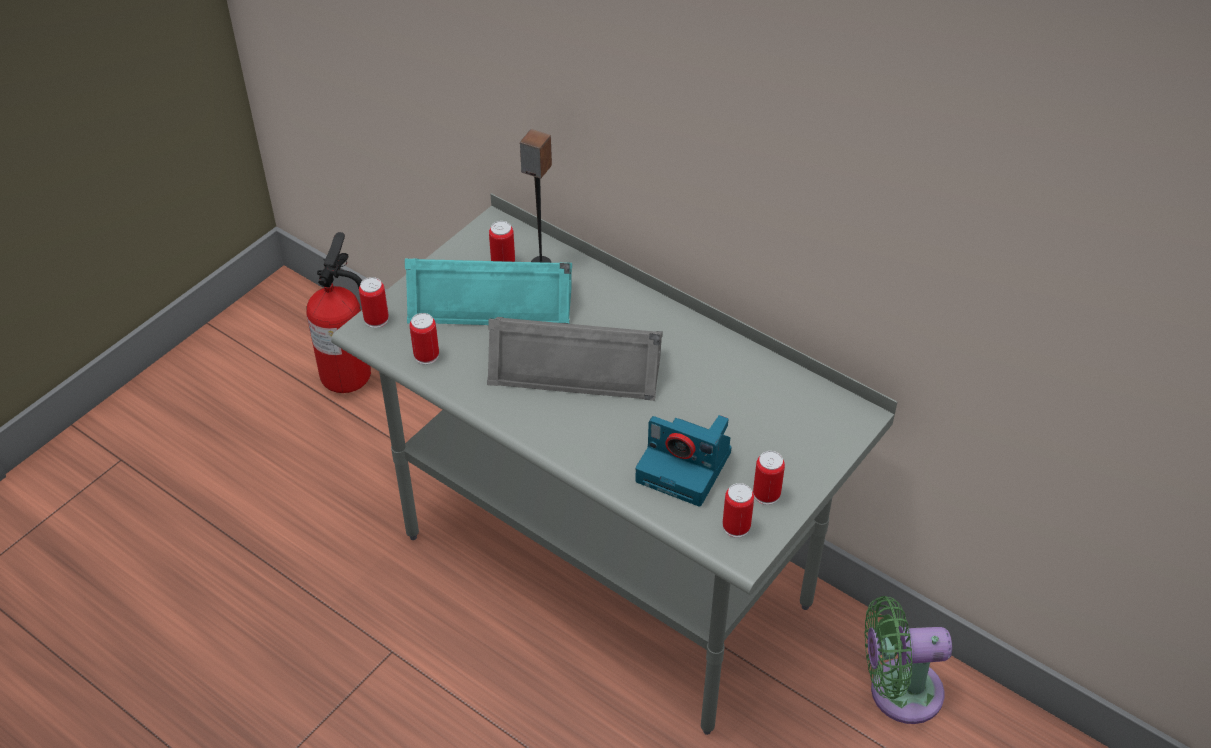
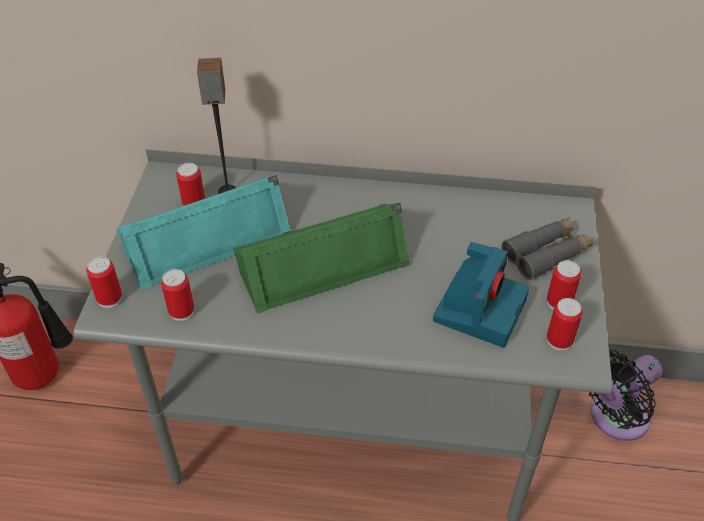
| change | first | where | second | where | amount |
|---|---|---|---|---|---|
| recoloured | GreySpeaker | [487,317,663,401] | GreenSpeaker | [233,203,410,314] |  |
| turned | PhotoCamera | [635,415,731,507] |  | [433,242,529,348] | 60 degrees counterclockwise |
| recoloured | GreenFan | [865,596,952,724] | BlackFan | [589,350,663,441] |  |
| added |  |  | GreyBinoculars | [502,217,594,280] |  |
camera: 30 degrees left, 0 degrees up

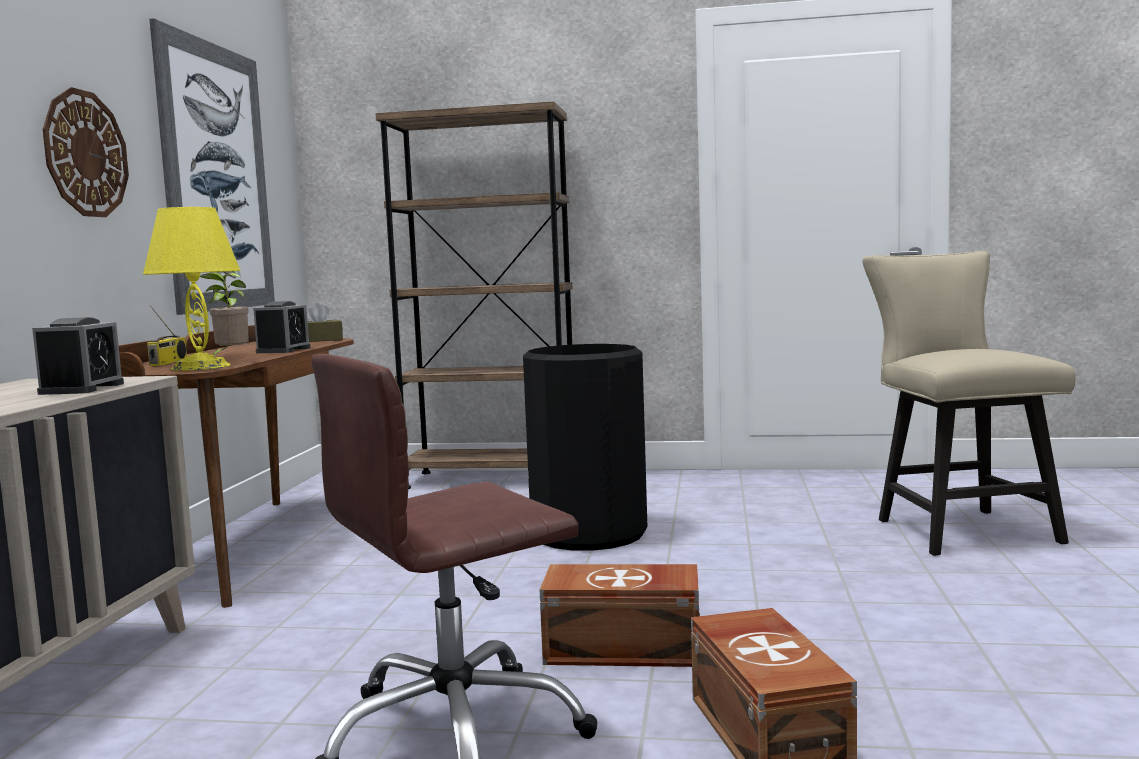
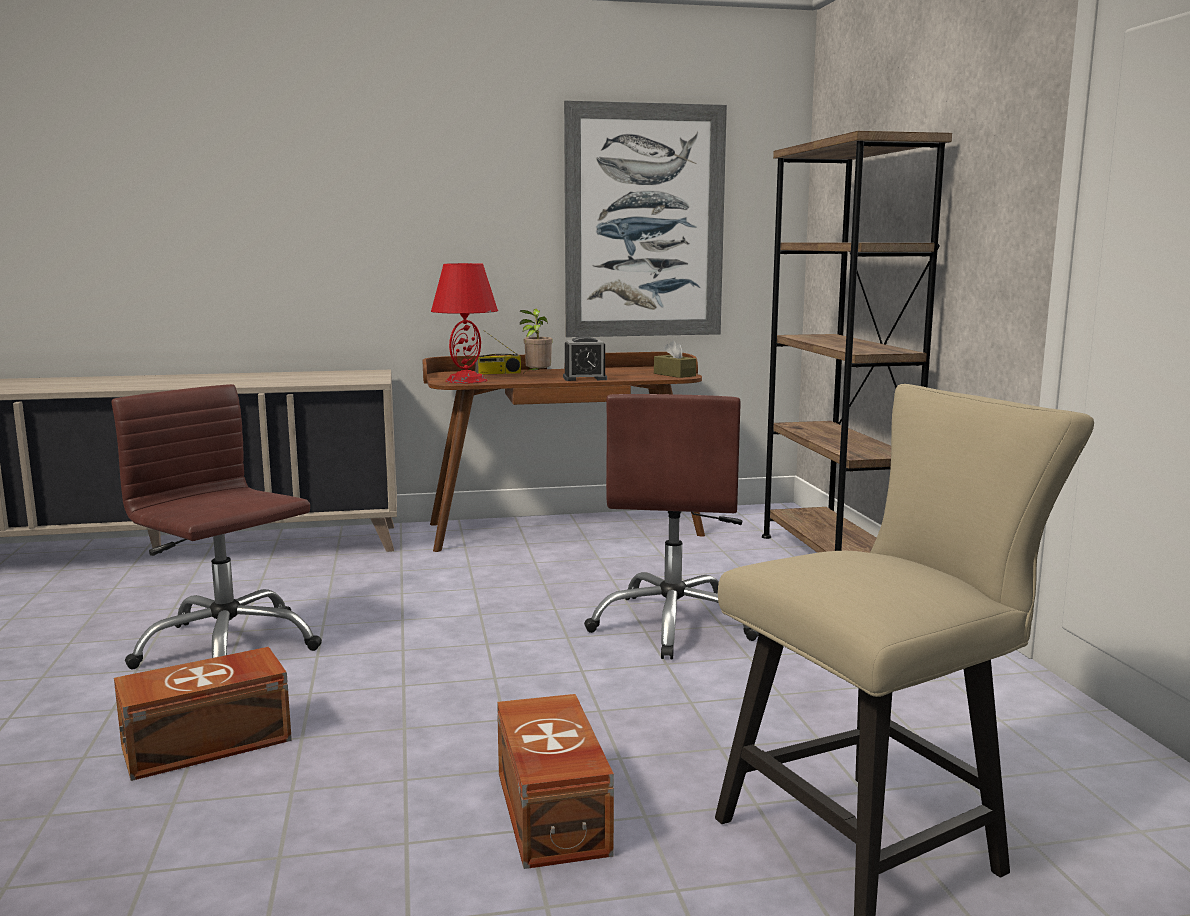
| change | first | where | second | where | amount |
|---|---|---|---|---|---|
| removed | AlarmClock | [32,317,124,395] |  |  |  |
| removed | WallClock | [43,87,129,217] |  |  |  |
| recoloured | YellowTableLamp | [143,207,241,371] | RedTableLamp | [431,263,498,384] |  |
| replaced | BlackTrashCan | [523,344,647,551] | BrownOfficeChair | [584,394,759,660] |  |
| moved | BrownStorageBox | [540,564,700,667] |  | [497,694,614,869] |  |
camera: 70 degrees right, 5 degrees up

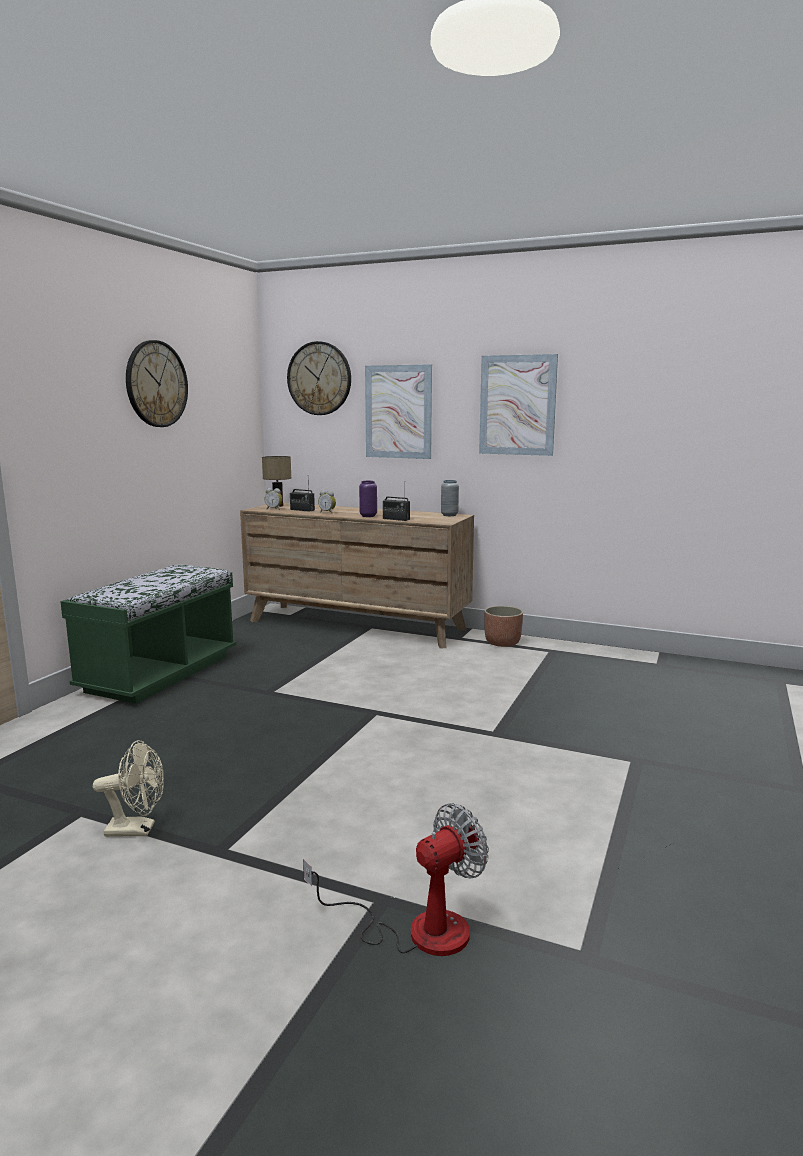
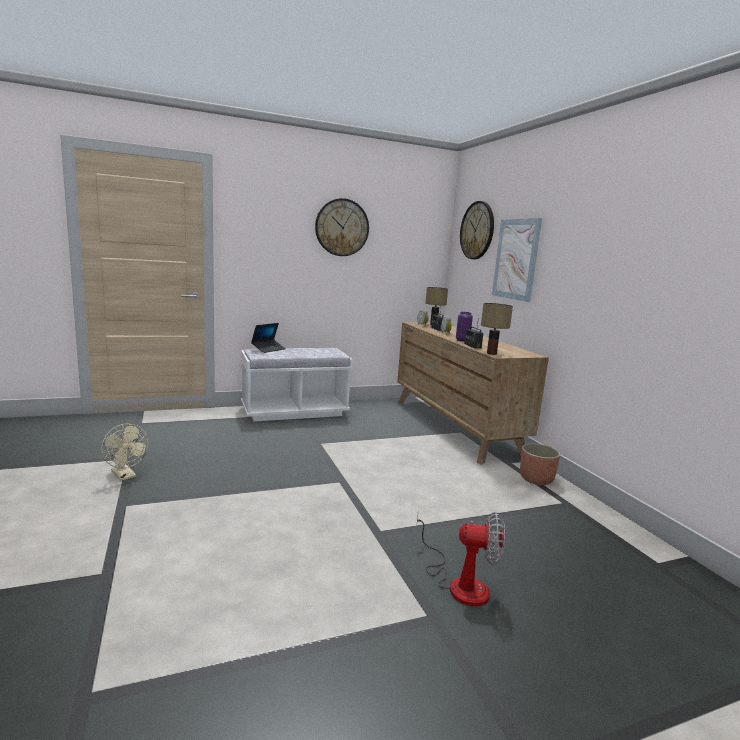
| change | first | where | second | where | amount |
|---|---|---|---|---|---|
| recoloured | GreenBench | [60,565,236,704] | WhiteBench | [241,348,353,421] |  |
| moved | Fan | [303,803,489,956] |  | [416,512,505,606] |  |
| removed | GreyVase | [441,480,459,516] |  |  |  |
| removed | Picture | [479,354,558,456] |  |  |  |
| added |  |  | Laptop | [251,323,286,353] |  |
| added |  |  | TableLamp | [481,303,513,355] |  |
camera: 45 degrees right, 0 degrees up

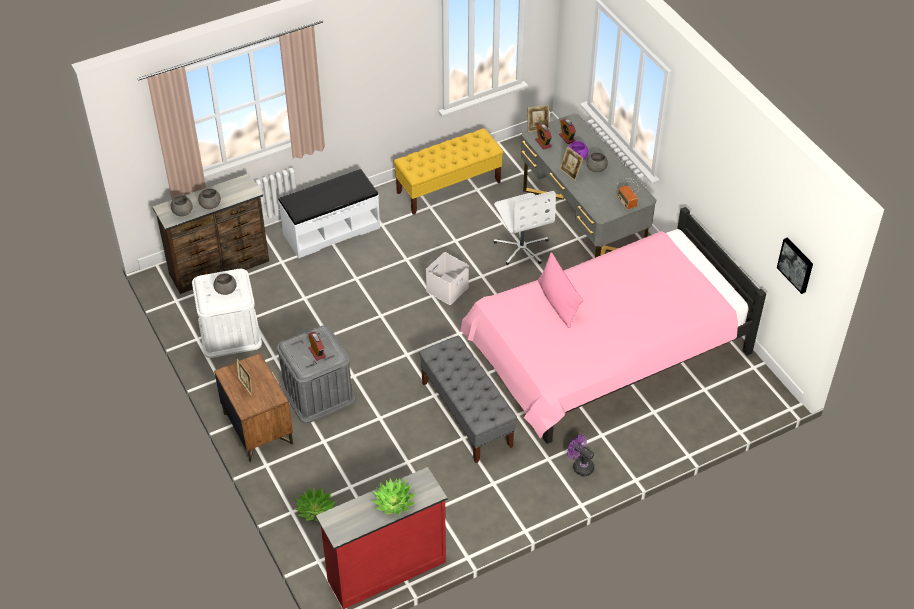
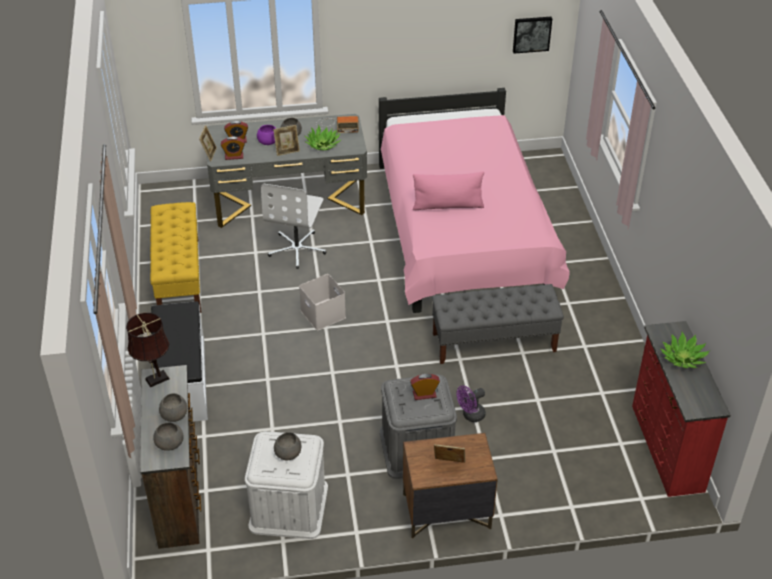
| change | first | where | second | where | amount |
|---|---|---|---|---|---|
| moved | PottedPlant | [295,487,336,522] |  | [305,125,342,150] |  |
| turned | WhiteOfficeChair | [494,191,556,265] |  | [261,184,326,269] | 105 degrees clockwise |
| moved | PurpleFan | [567,435,594,476] |  | [457,385,486,422] |  |
| added |  |  | BrownTableLamp | [126,313,169,387] |  |
camera: 70 degrees left, 5 degrees down

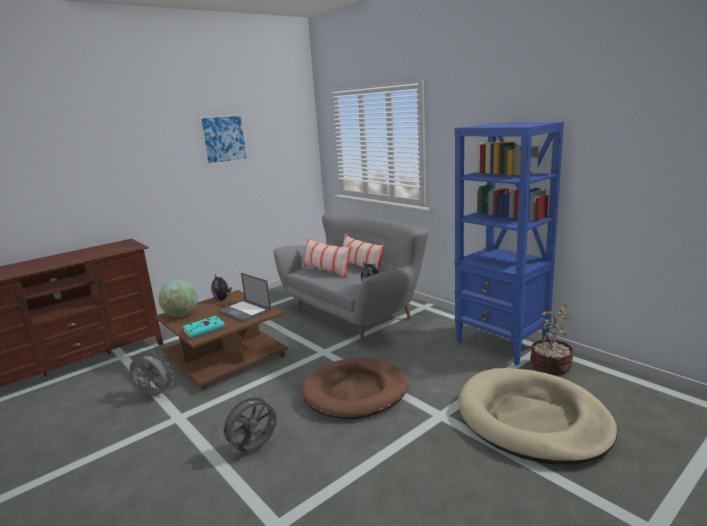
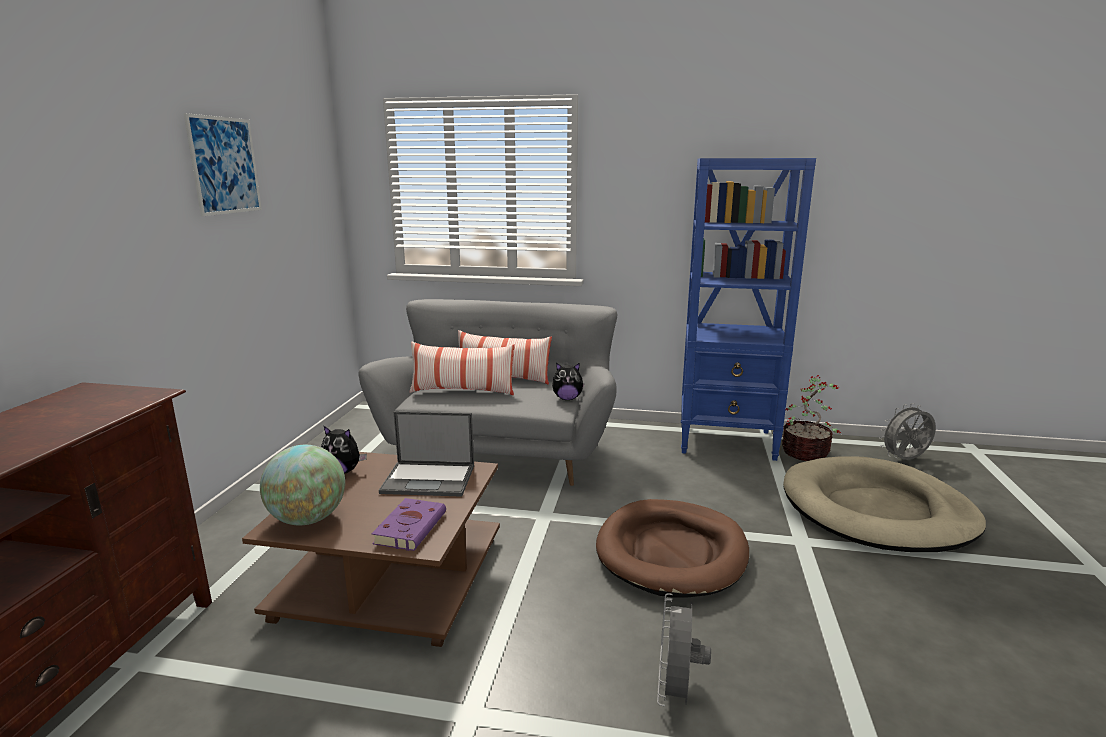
| change | first | where | second | where | amount |
|---|---|---|---|---|---|
| moved | GreyFan | [130,350,174,396] |  | [879,403,936,460] |  |
| recoloured | TurquoiseBook | [183,316,228,338] | PurpleBook | [371,498,446,551] |  |
camera: 40 degrees left, 0 degrees up

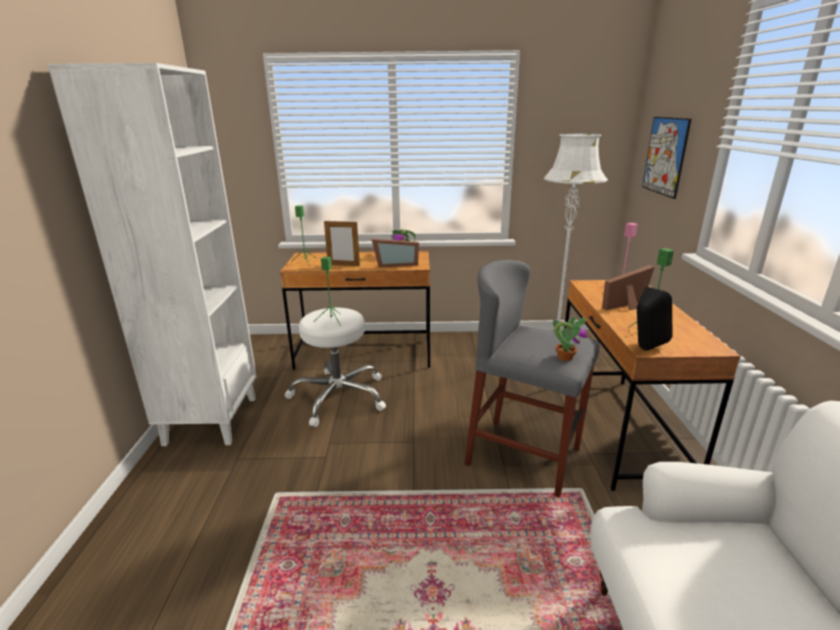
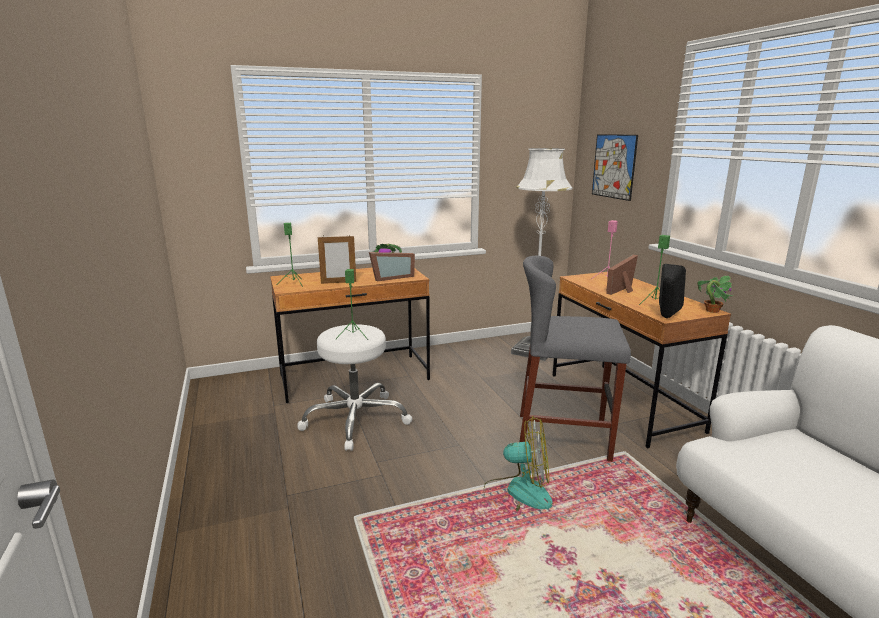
| change | first | where | second | where | amount |
|---|---|---|---|---|---|
| removed | WhiteBookcase | [47,63,257,446] |  |  |  |
| moved | PottedPlant | [553,317,588,361] |  | [697,276,733,313] |  |
| added |  |  | Fan | [484,416,553,511] |  |
camera: 20 degrees left, 5 degrees down

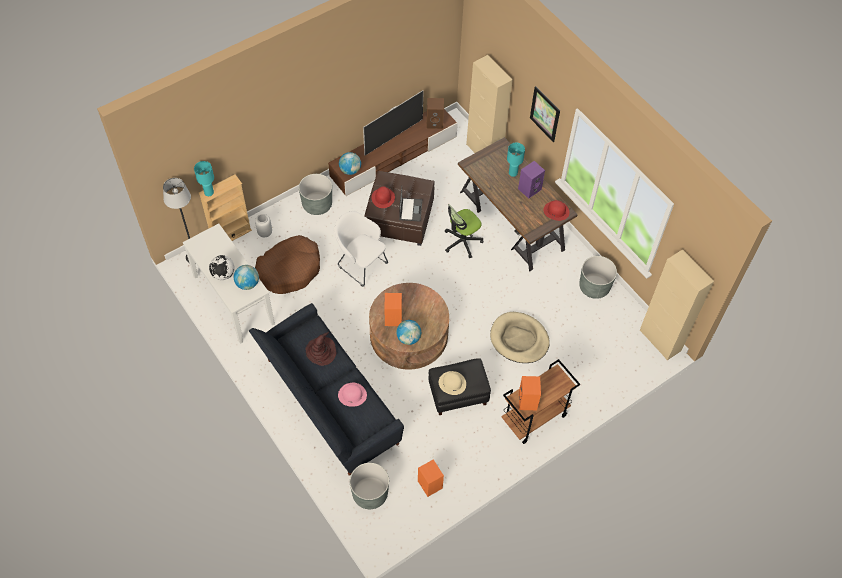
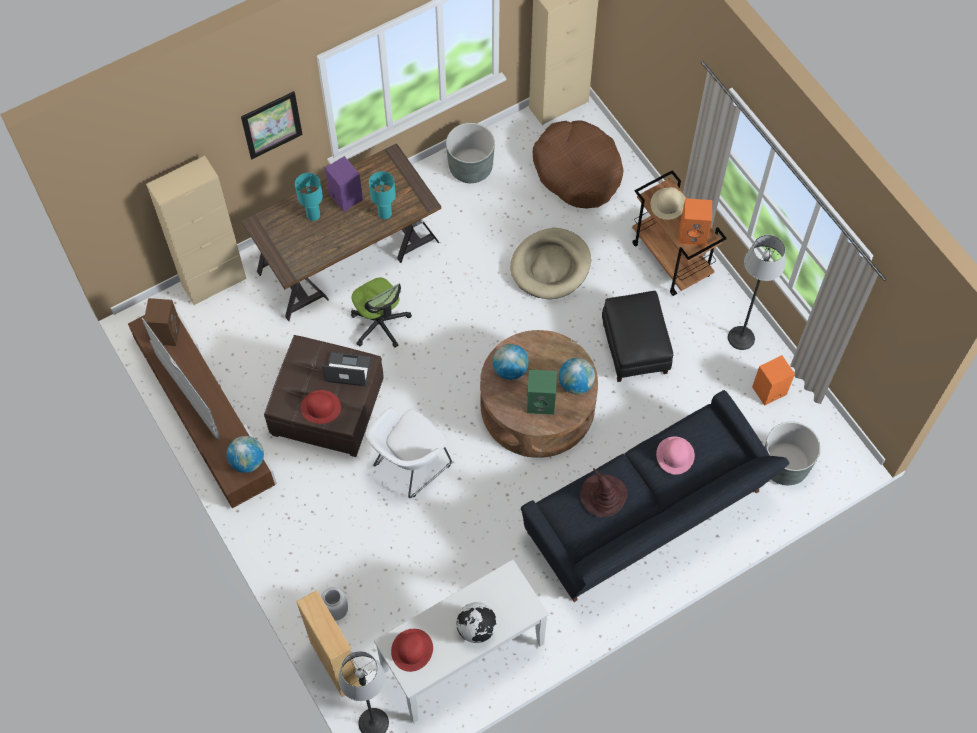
| change | first | where | second | where | amount |
|---|---|---|---|---|---|
| moved | TurquoiseTableLamp | [194,161,214,196] |  | [369,171,396,219] |  |
| moved | Globe | [234,265,259,290] |  | [493,344,529,380] |  |
| moved | BrownDogBed | [255,235,320,294] |  | [533,120,624,209] |  |
| removed | GreyPlanter | [299,174,332,215] |  |  |  |
| recoloured | OrangeSpeaker | [384,293,402,326] | GreenSpeaker | [527,370,557,415] |  |
| moved | BeigeHat | [439,371,466,395] |  | [651,187,686,220] |  |
| moved | RedHat | [543,200,570,221] |  | [391,629,433,672] |  |
| added |  |  | FloorLamp | [728,235,785,350] |  |
camera: 85 degrees left, 5 degrees up

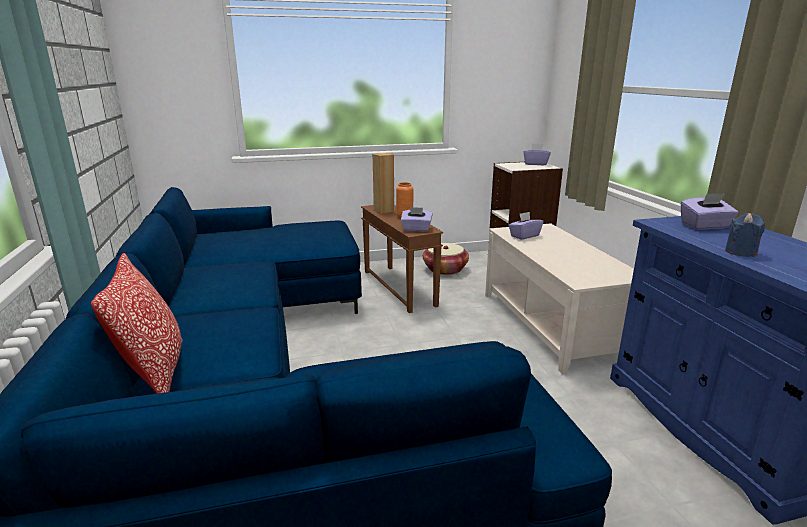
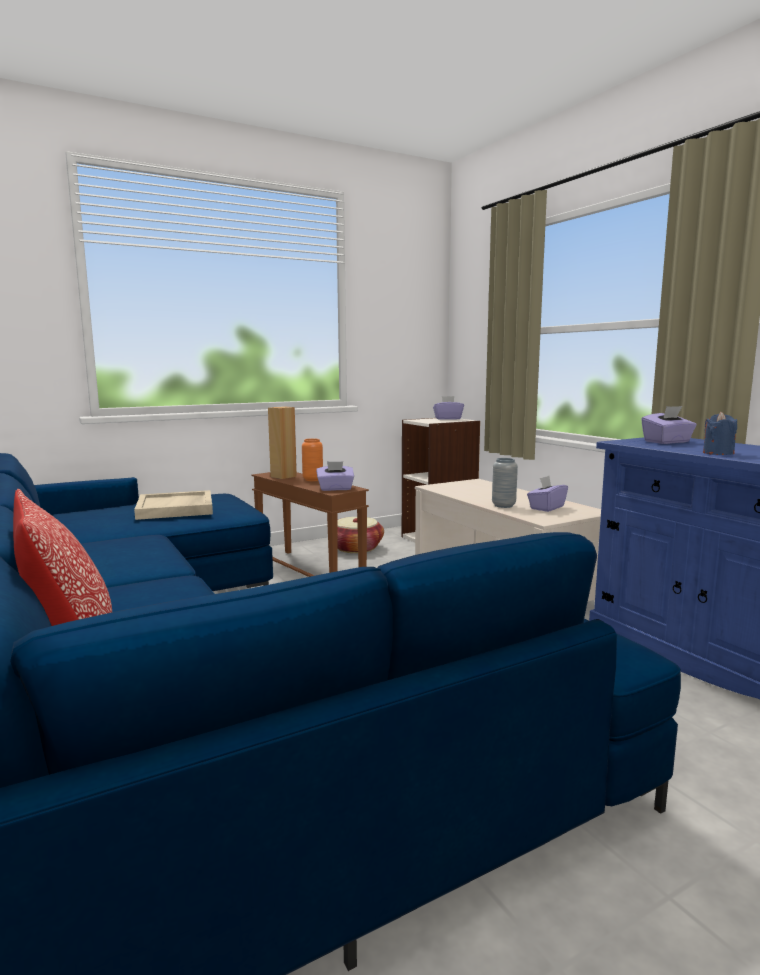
| change | first | where | second | where | amount |
|---|---|---|---|---|---|
| moved | PurpleTissueBox | [508,212,543,240] |  | [527,476,568,512] |  |
| added |  |  | BeigeTray | [134,490,213,520] |  |
| added |  |  | GreyVase | [492,458,518,508] |  |
camera: 15 degrees left, 10 degrees down

